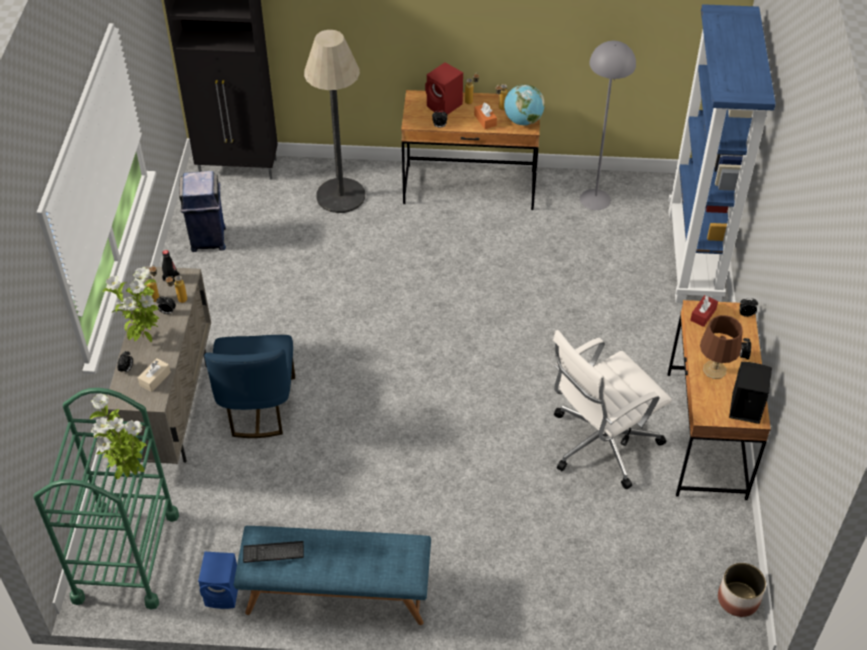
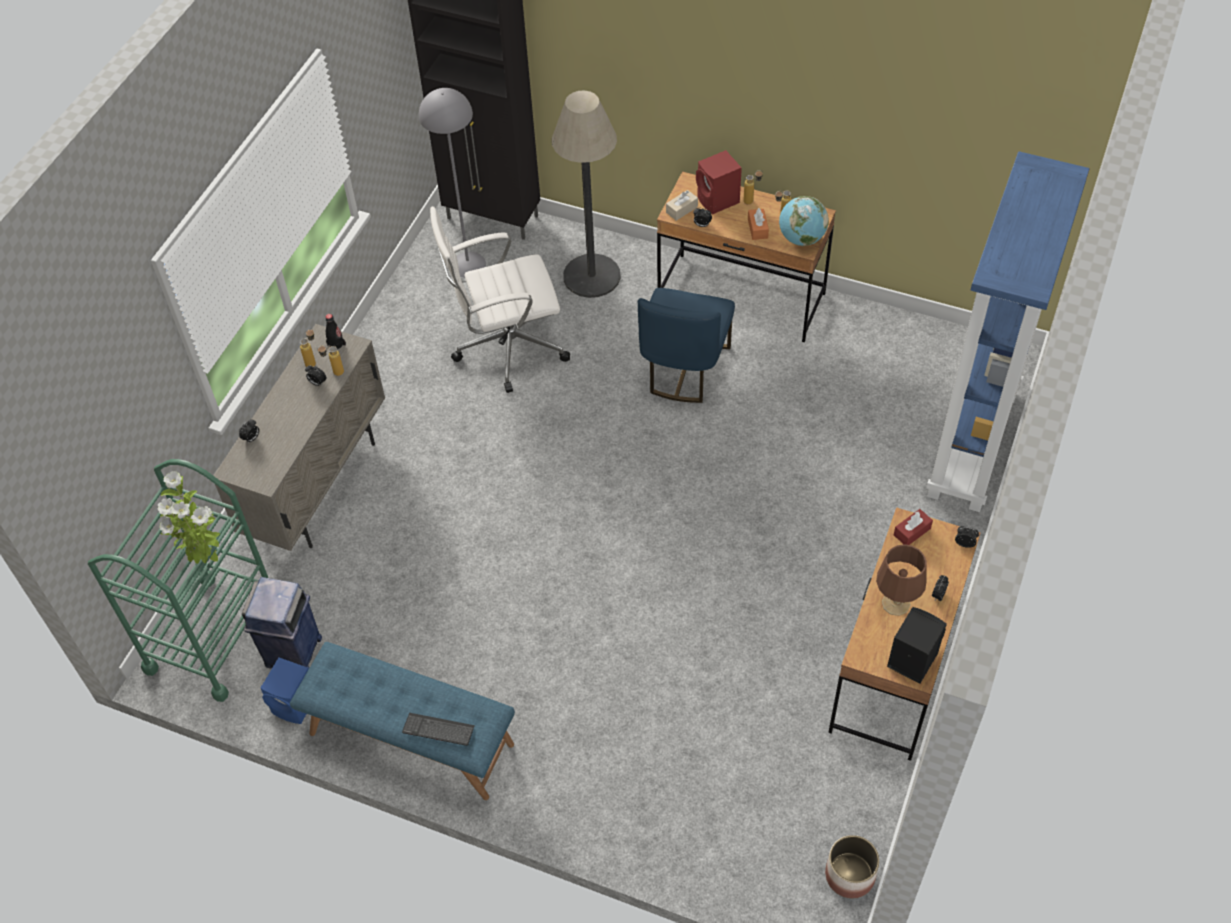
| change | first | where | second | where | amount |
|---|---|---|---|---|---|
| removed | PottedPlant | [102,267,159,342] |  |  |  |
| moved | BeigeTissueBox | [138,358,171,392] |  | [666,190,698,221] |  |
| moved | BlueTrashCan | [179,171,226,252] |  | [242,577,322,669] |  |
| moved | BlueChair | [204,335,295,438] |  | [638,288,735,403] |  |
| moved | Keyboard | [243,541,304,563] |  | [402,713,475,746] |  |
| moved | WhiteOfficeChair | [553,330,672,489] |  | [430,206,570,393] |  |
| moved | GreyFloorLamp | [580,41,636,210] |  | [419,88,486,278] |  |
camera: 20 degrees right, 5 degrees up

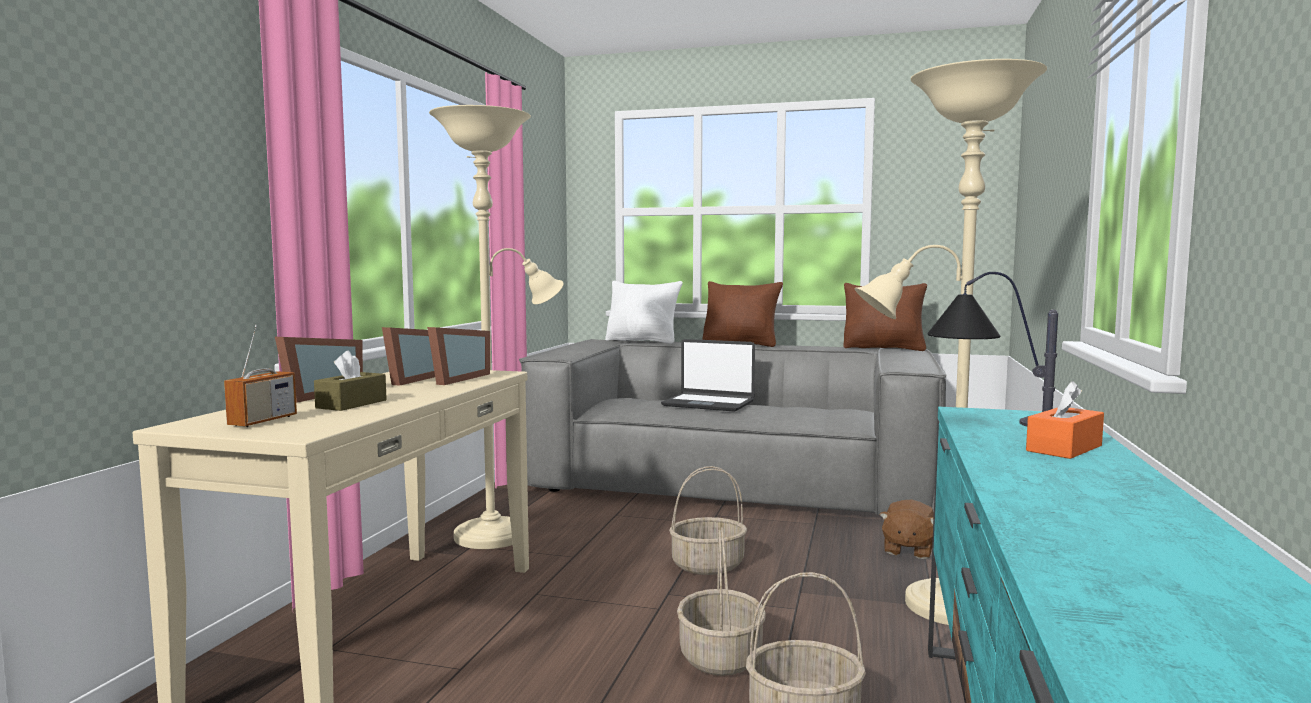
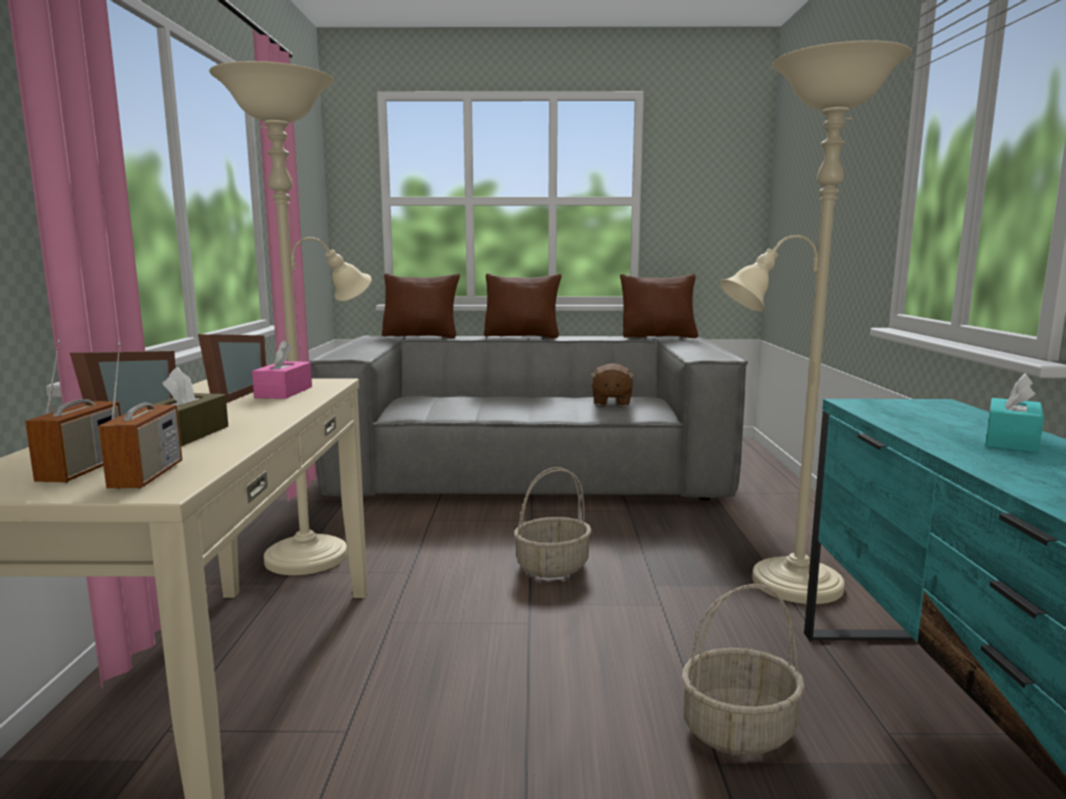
| change | first | where | second | where | amount |
|---|---|---|---|---|---|
| replaced | PictureFrame | [427,327,490,385] | PinkTissueBox | [252,340,312,399] |  |
| recoloured | WhitePillow | [605,281,683,344] | BrownPillow | [382,274,460,338] |  |
| removed | Laptop | [661,339,755,412] |  |  |  |
| removed | Basket | [677,527,766,676] |  |  |  |
| moved | BrownPlushToy | [879,500,934,559] |  | [590,363,635,406] |  |
| removed | TableLamp | [927,272,1058,426] |  |  |  |
| recoloured | OrangeTissueBox | [1026,381,1104,459] | TurquoiseTissueBox | [986,374,1044,453] |  |
| added |  |  | Radio | [98,342,182,489] |  |
camera: 15 degrees left, 5 degrees up

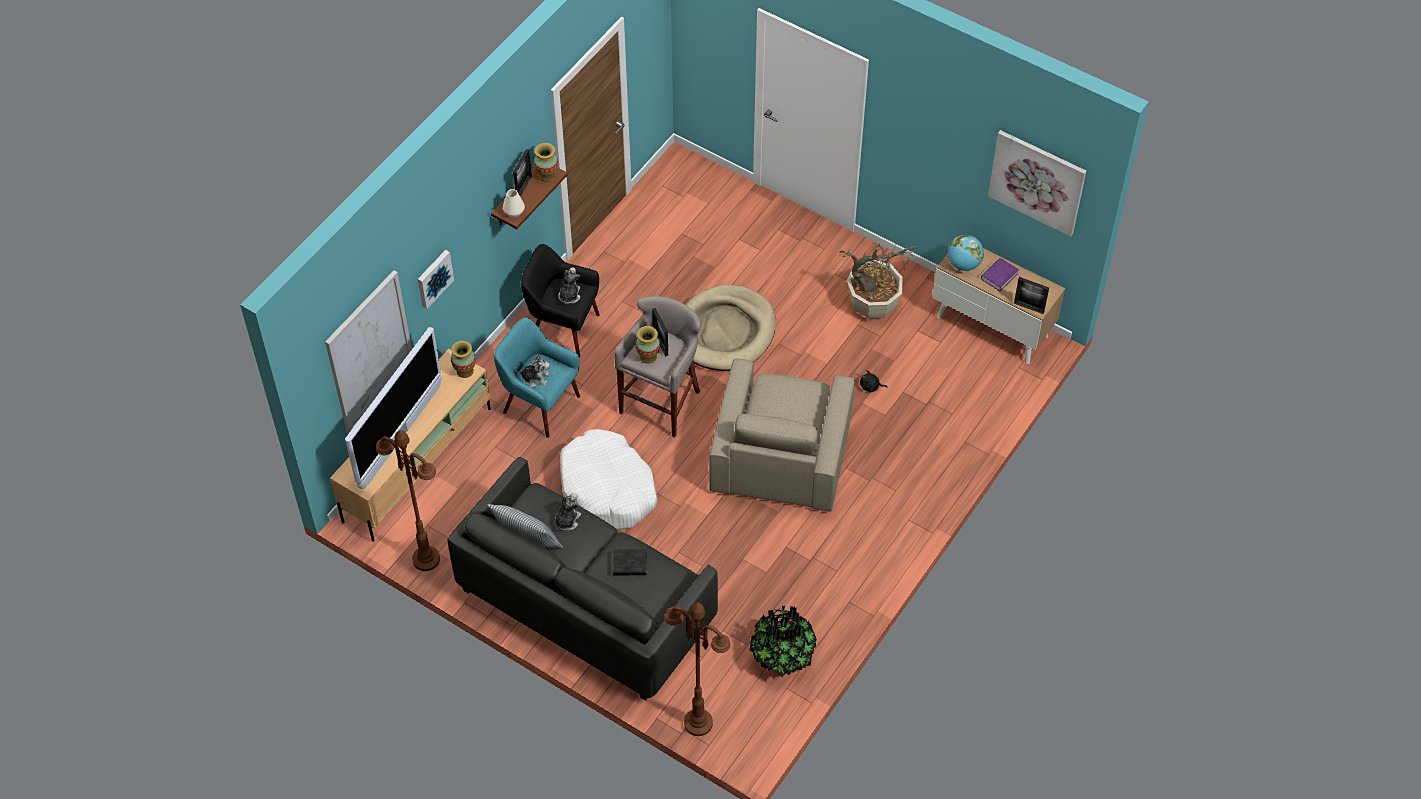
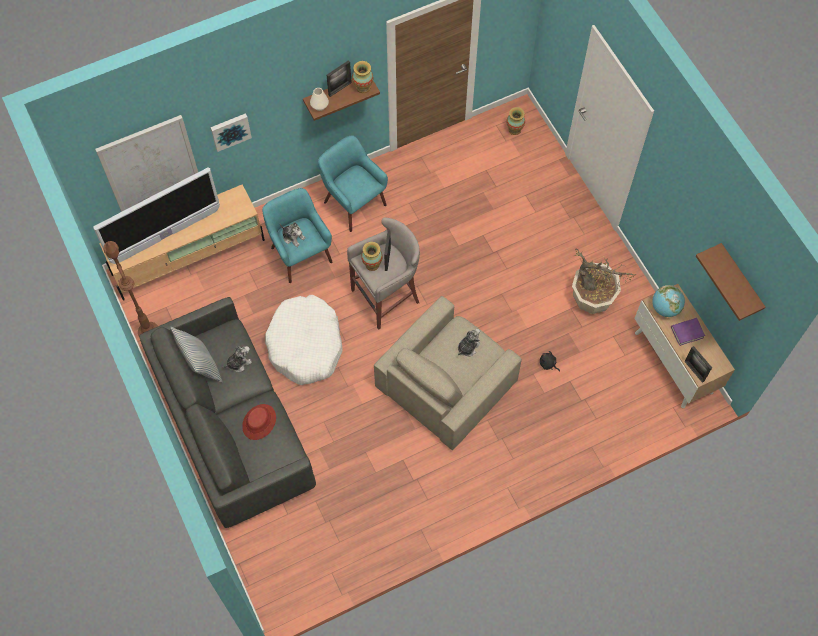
| change | first | where | second | where | amount |
|---|---|---|---|---|---|
| moved | Vase | [451,341,476,378] |  | [507,107,525,135] |  |
| recoloured | BlackArmchair | [521,244,600,358] | TurquoiseArmchair | [318,135,388,232] |  |
| moved | PlushToy | [558,267,581,304] |  | [458,329,480,356] |  |
| replaced | BlackBook | [613,549,647,575] | RedHat | [242,404,276,440] |  |
| removed | BrownFloorLamp | [665,602,731,736] |  |  |  |
| removed | BeigeDogBed | [686,284,776,370] |  |  |  |
| removed | PottedPlant | [749,605,817,677] |  |  |  |
| replaced | Picture | [988,130,1086,236] | BrownShelf | [696,243,765,321] |  |
camera: 30 degrees right, 10 degrees up

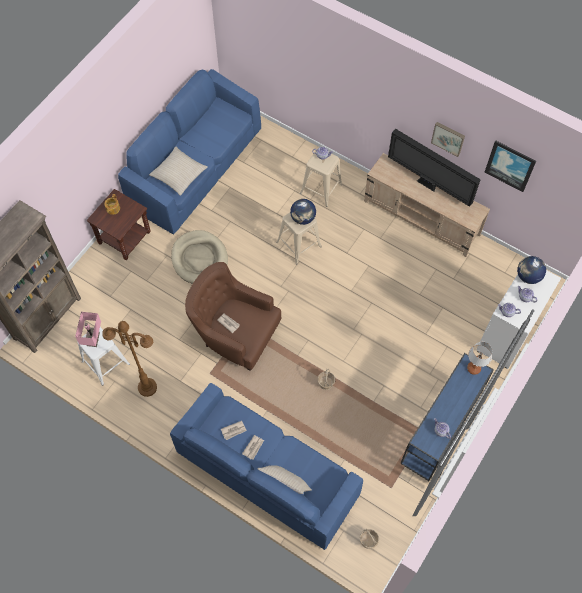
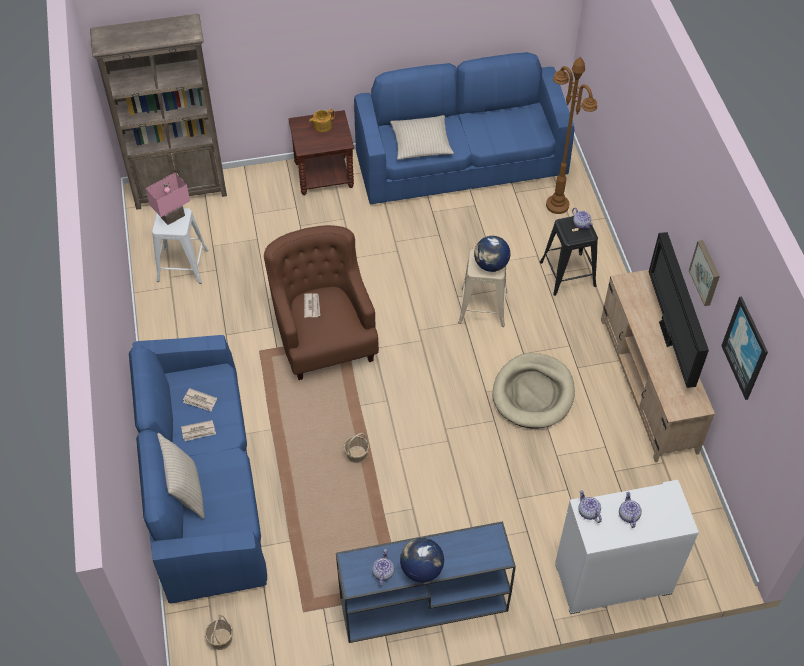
| change | first | where | second | where | amount |
|---|---|---|---|---|---|
| moved | BrownFloorLamp | [102,321,157,397] |  | [546,57,597,214] |  |
| moved | BeigeDogBed | [171,230,228,284] |  | [492,353,575,428] |  |
| recoloured | BeigeStool | [300,148,343,207] | BlackStool | [540,216,598,296] |  |
| removed | TableLamp | [467,342,492,375] |  |  |  |
| moved | Globe | [517,256,546,284] |  | [400,538,444,583] |  |
camera: 45 degrees right, 10 degrees down

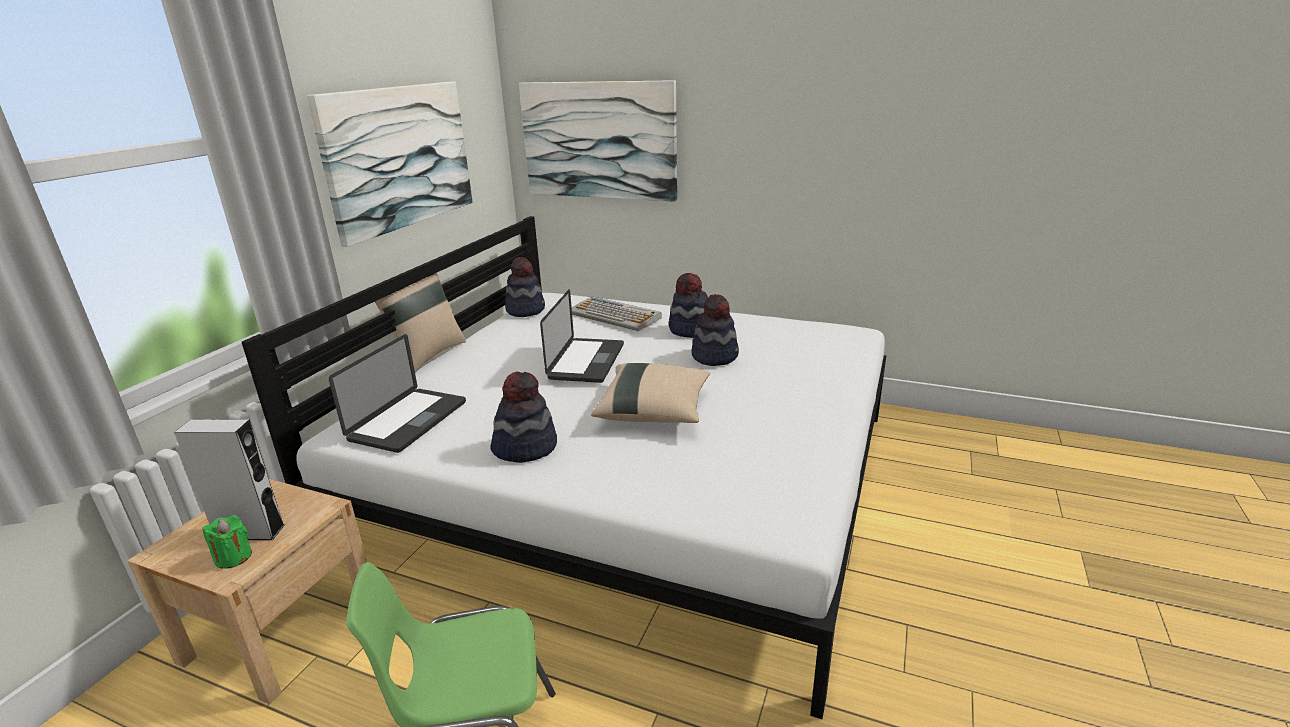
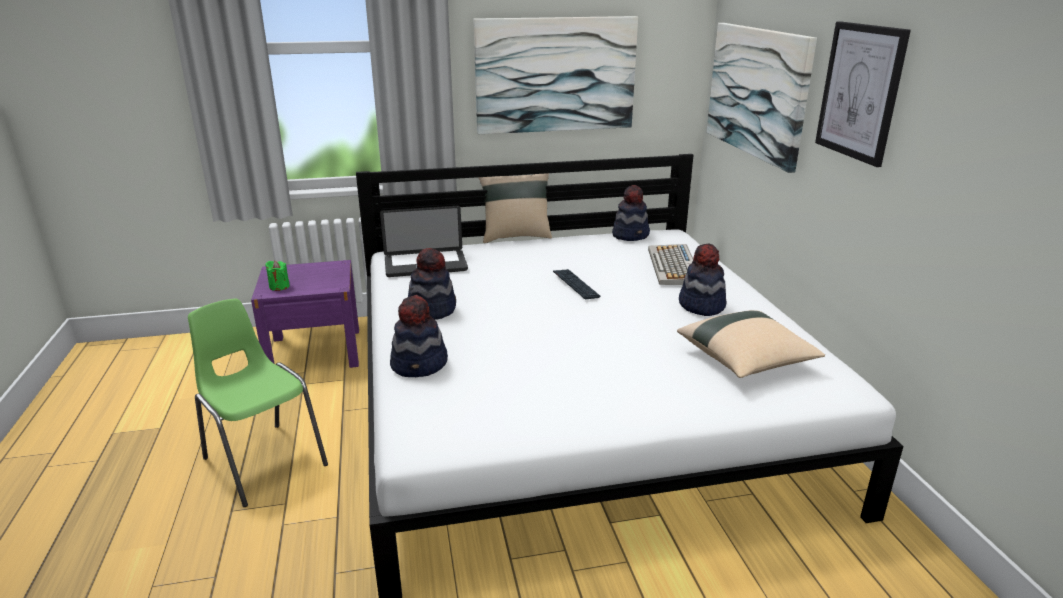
| change | first | where | second | where | amount |
|---|---|---|---|---|---|
| recoloured | BeigeNightstand | [127,479,367,704] | PurpleNightstand | [251,260,359,368] |  |
| removed | GreySpeaker | [174,419,285,540] |  |  |  |
| replaced | Laptop | [540,289,624,383] | Keyboard | [553,269,600,299] |  |
| moved | BeigePillow | [591,363,710,423] |  | [677,310,825,378] |  |
| moved | Hat | [692,294,739,366] |  | [390,295,448,377] |  |
| added |  |  | Picture | [815,21,911,167] |  |
camera: 55 degrees right, 0 degrees up

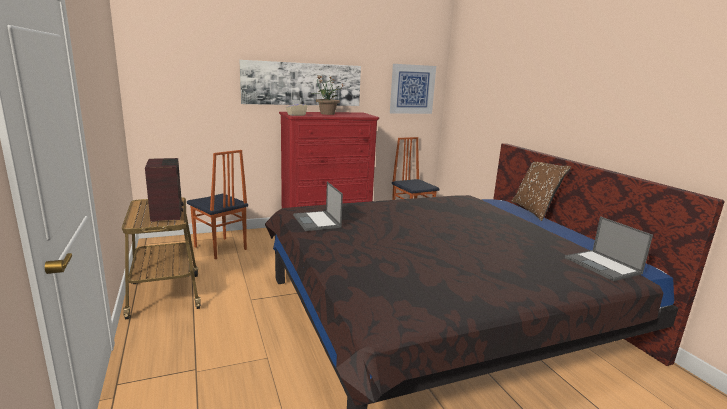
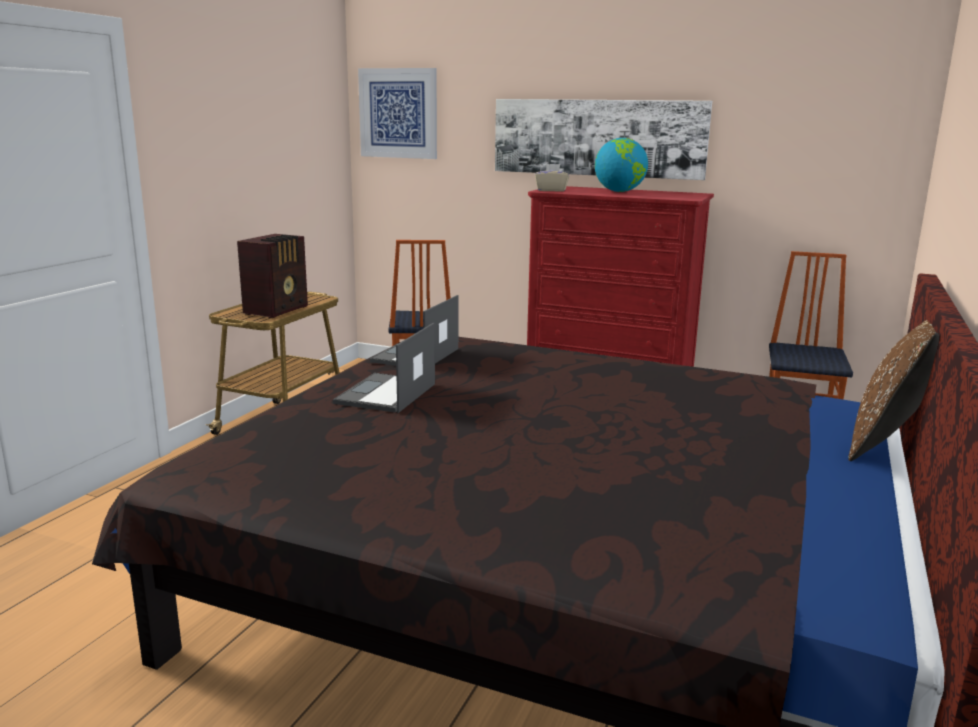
| change | first | where | second | where | amount |
|---|---|---|---|---|---|
| replaced | PottedPlant | [310,75,344,115] | Globe | [595,138,648,192] |  |
| moved | Picture | [390,64,436,114] |  | [358,68,437,159] |  |
| moved | Laptop | [565,216,653,281] |  | [333,323,435,413] |  |
camera: 45 degrees right, 0 degrees up

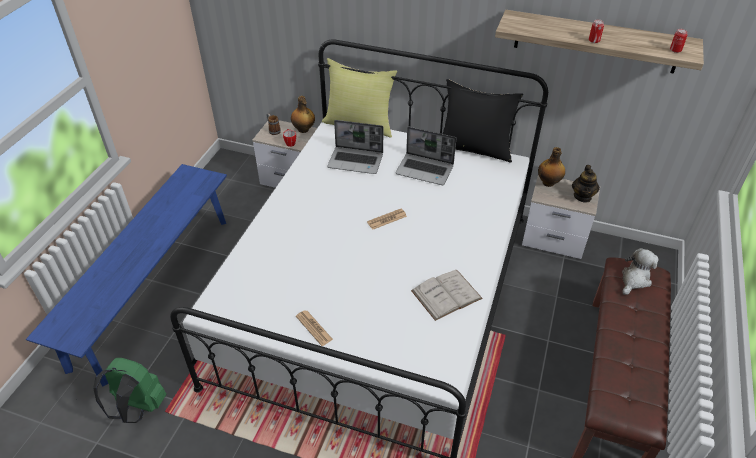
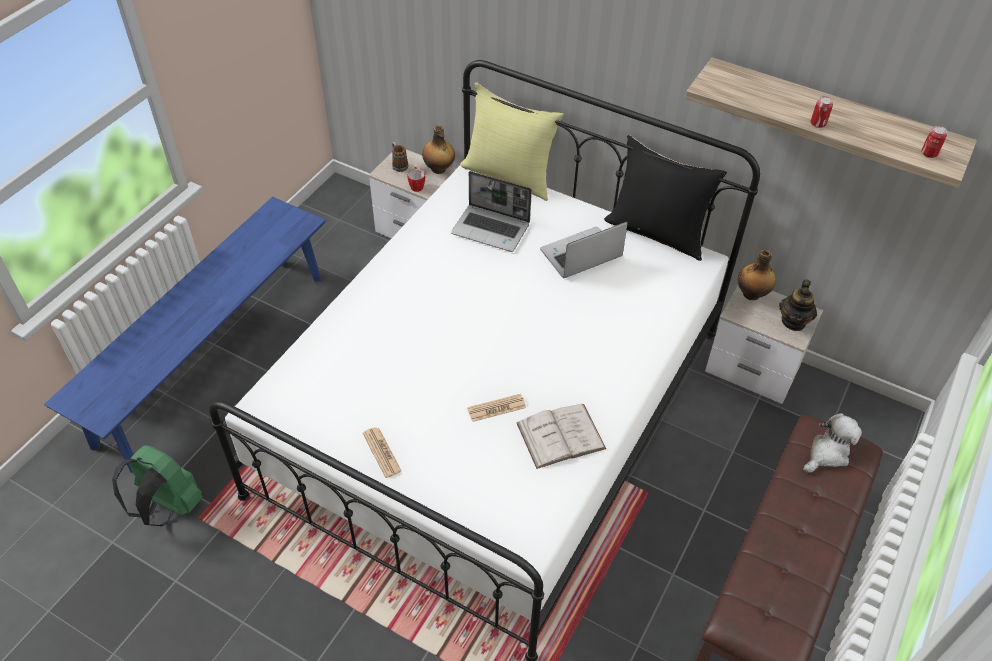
| change | first | where | second | where | amount |
|---|---|---|---|---|---|
| moved | Newspaper | [367,209,407,229] |  | [467,394,526,422] |  |
| turned | Laptop | [395,127,457,185] |  | [540,222,628,278] | 120 degrees clockwise |
camera: 10 degrees right, 5 degrees up

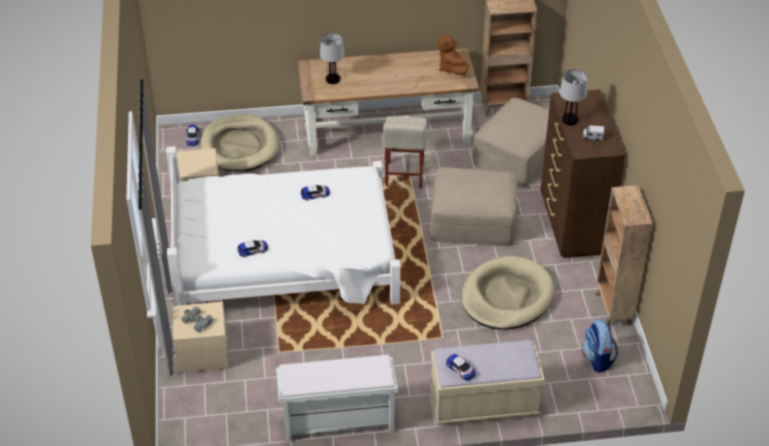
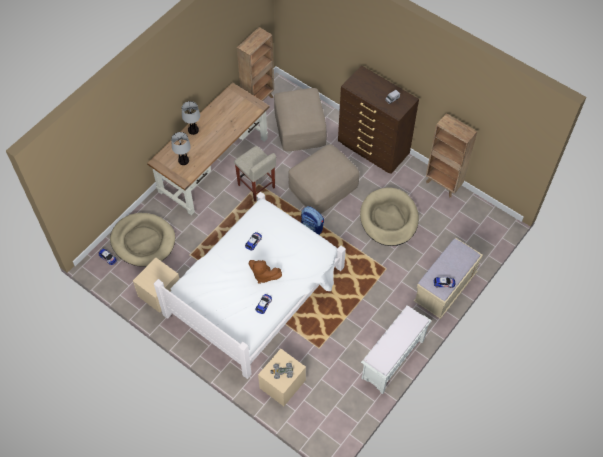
| change | first | where | second | where | amount |
|---|---|---|---|---|---|
| moved | BrownPlushToy | [438,32,469,75] |  | [249,260,282,284] |  |
| moved | TableLamp | [560,69,588,125] |  | [182,101,200,135] |  |
| moved | Backpack | [582,319,618,373] |  | [301,206,324,235] |  |
camera: 45 degrees left, 15 degrees up

